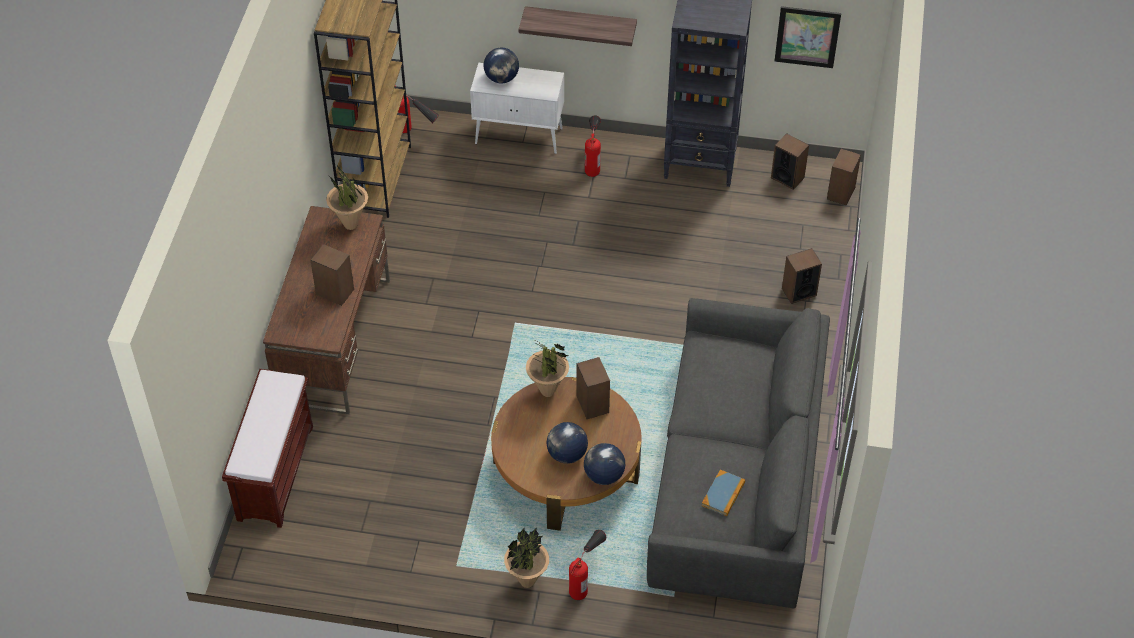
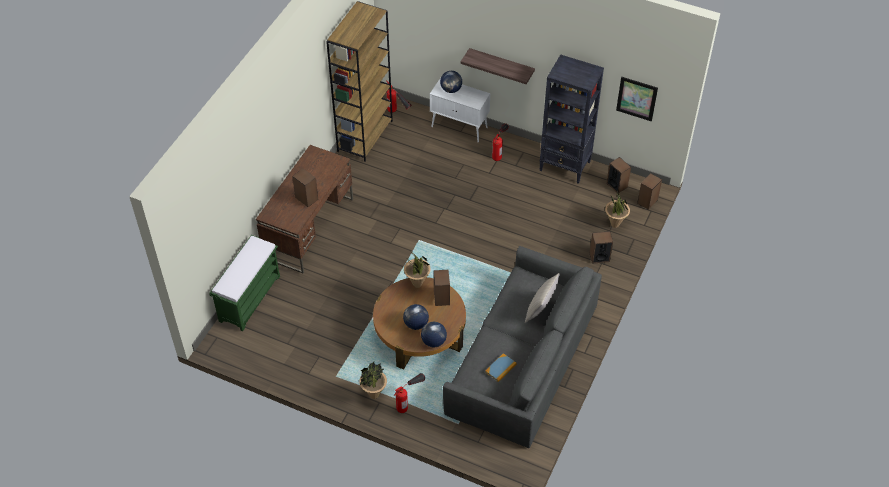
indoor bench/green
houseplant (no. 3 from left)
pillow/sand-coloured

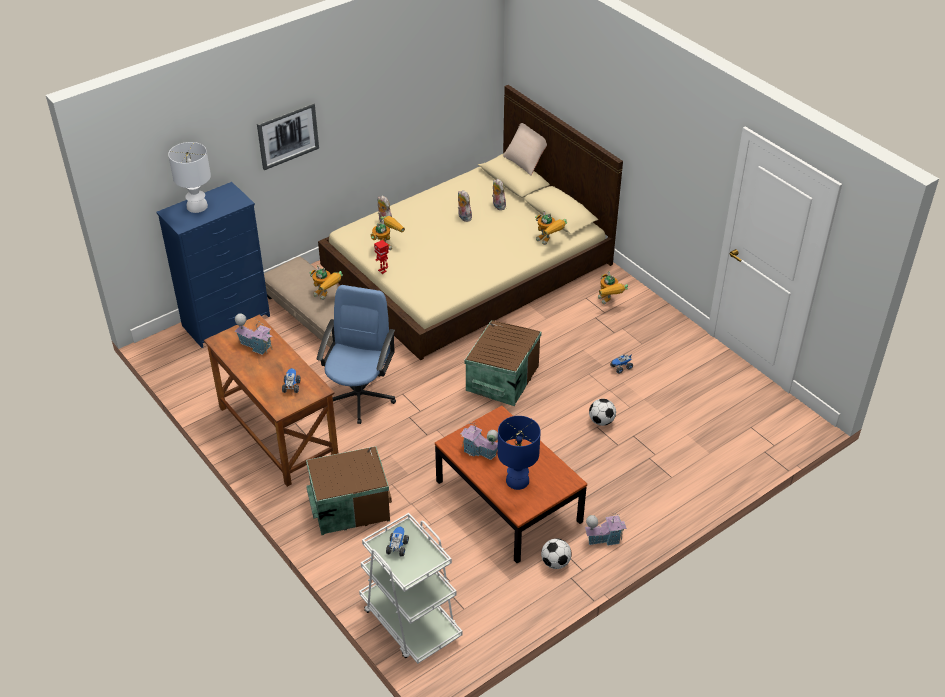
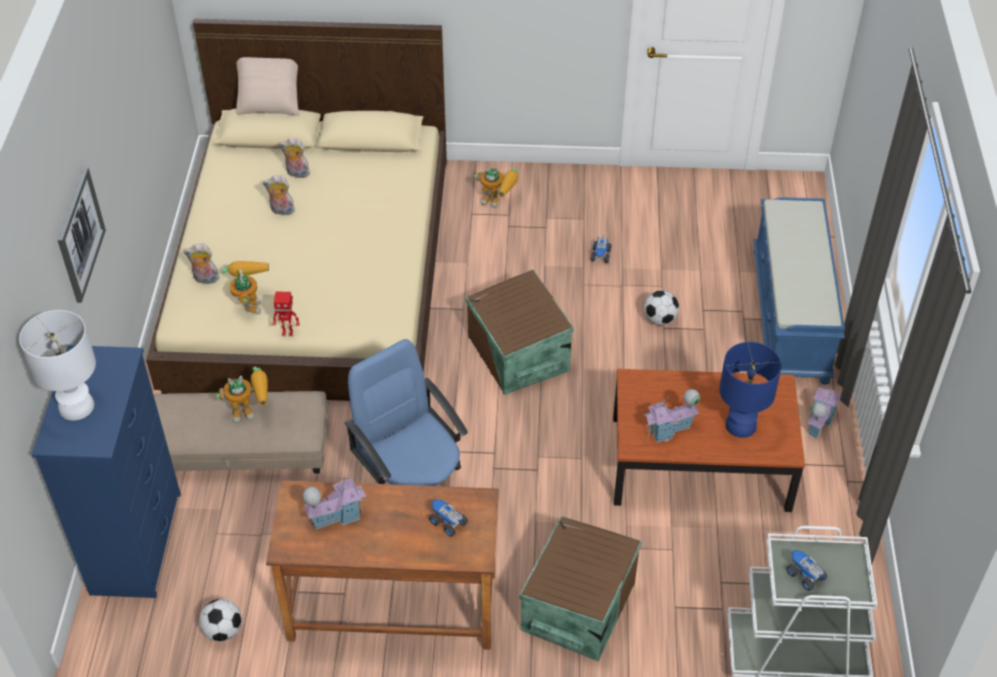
robot figure (no. 4 from left in the first image)
ball for football (no. 1 from left)
indoor bench/blue

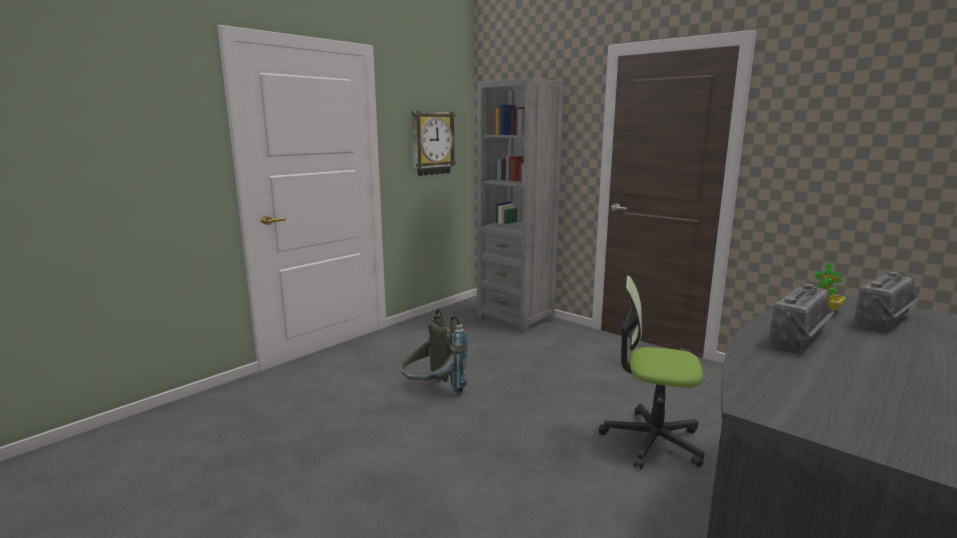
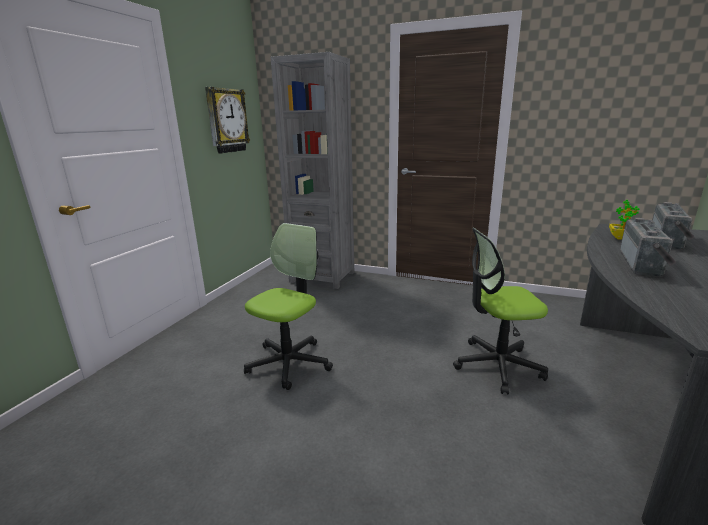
computer chair (no. 1 from left)

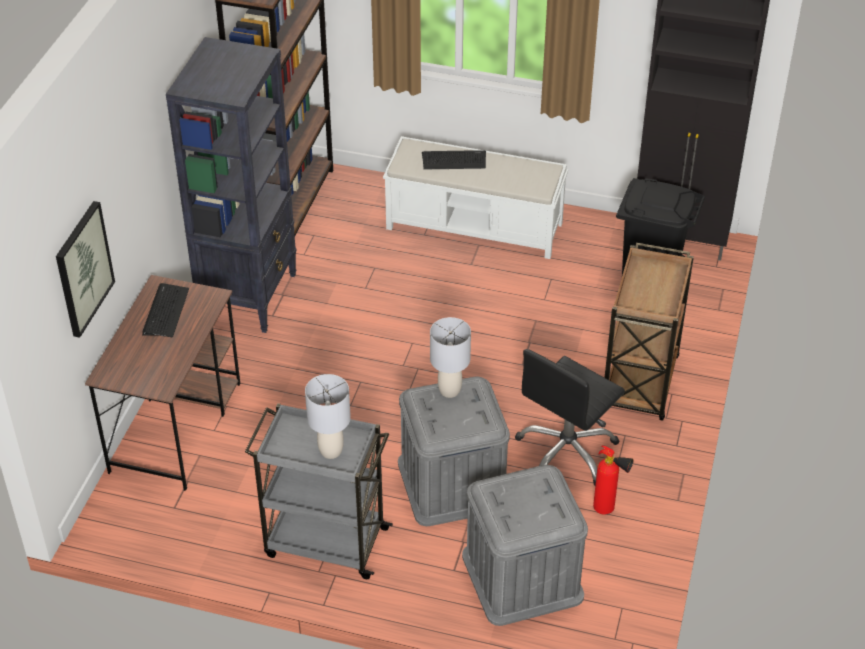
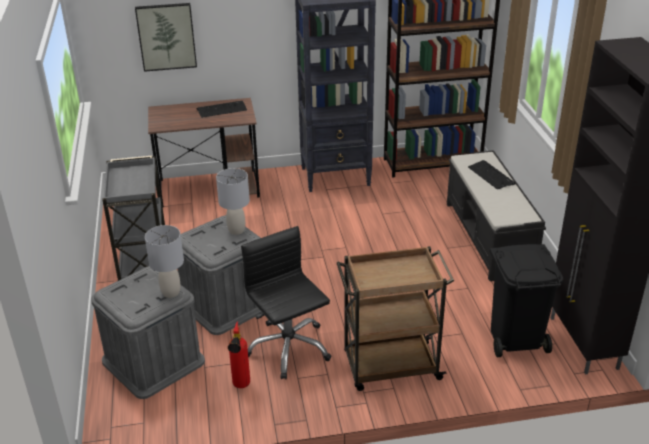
lamp for a table/greyish (no. 1 from left)
indoor bench/black
computer chair/black

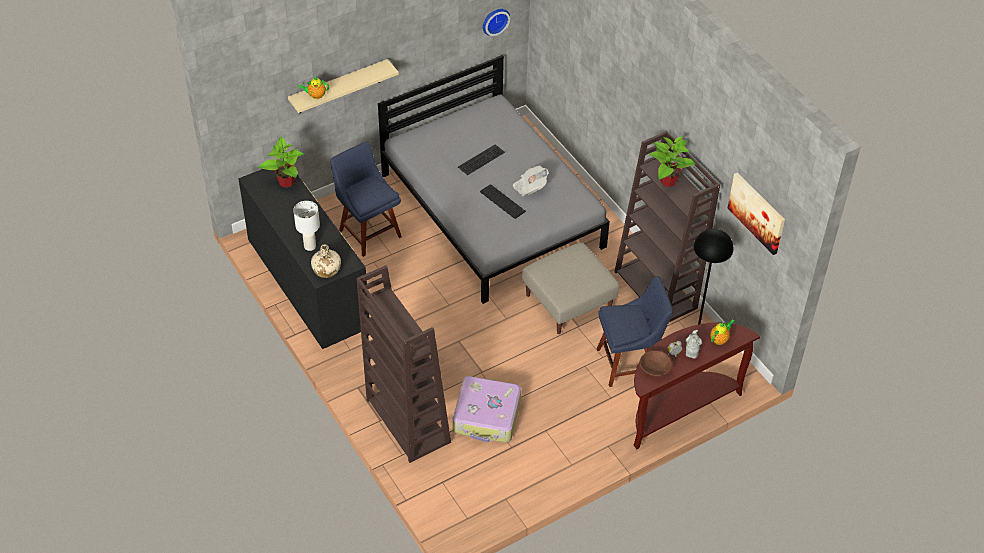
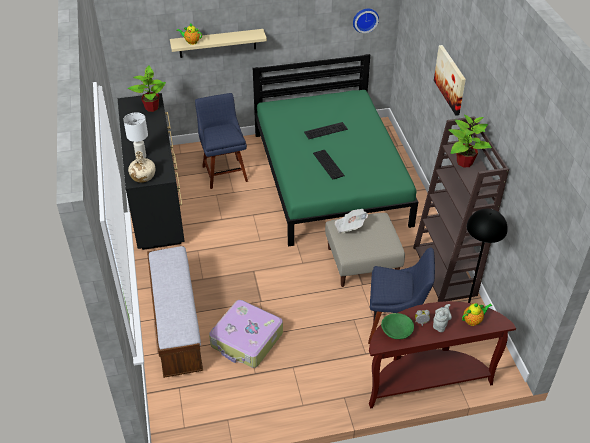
indoor bench
bedroom bed/green
newspaper
serving bowl/green
picture

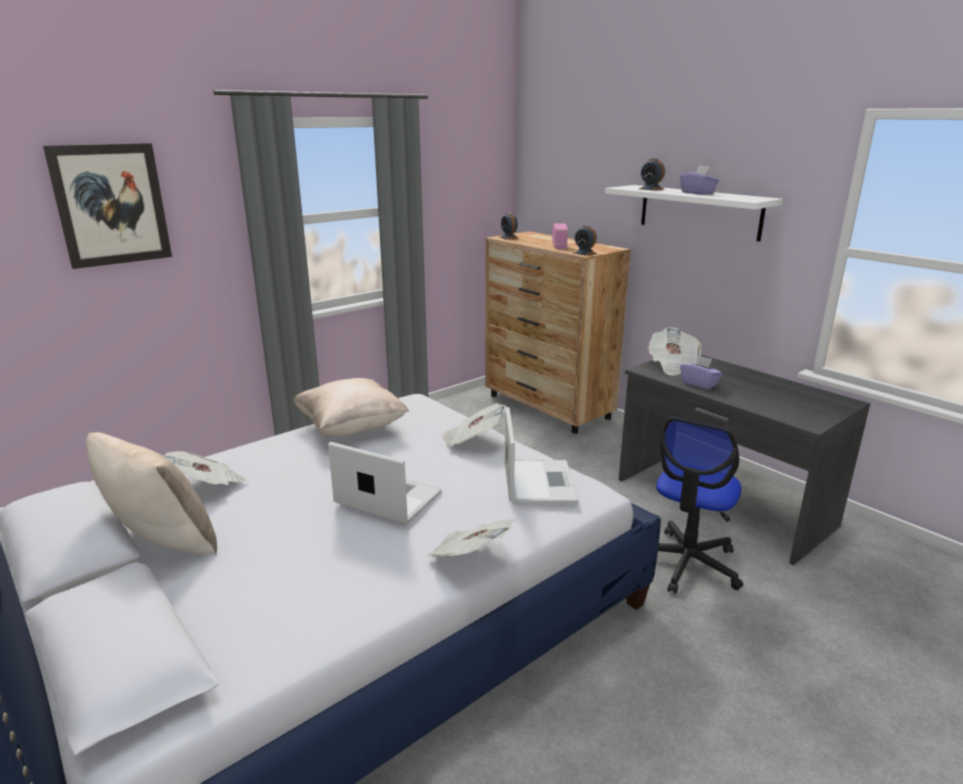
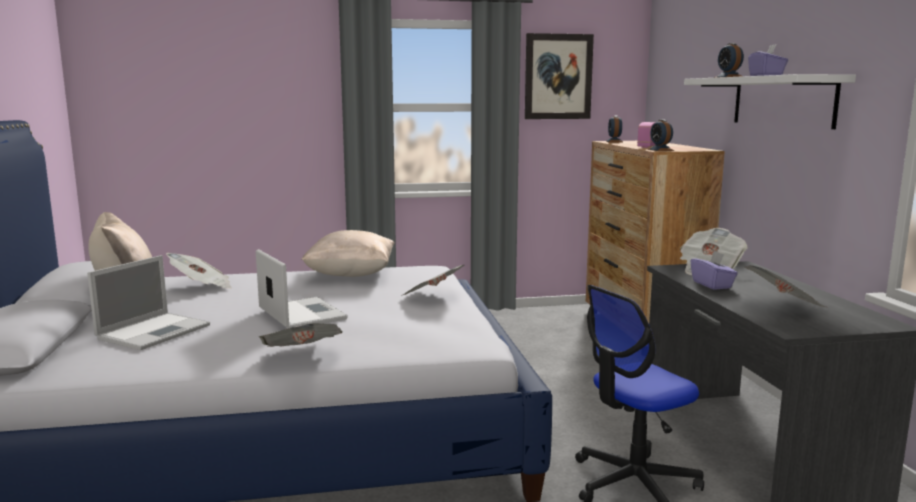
picture
portable computer (no. 1 from left)
newspaper (no. 5 from left)

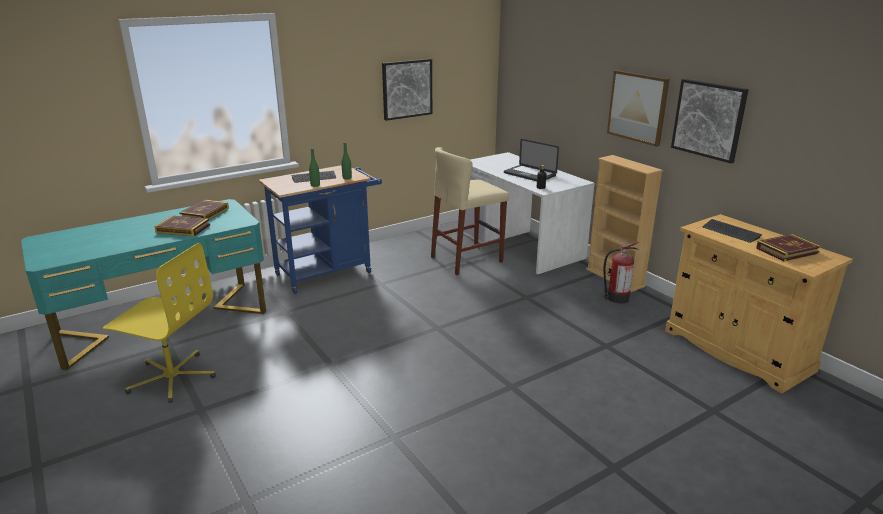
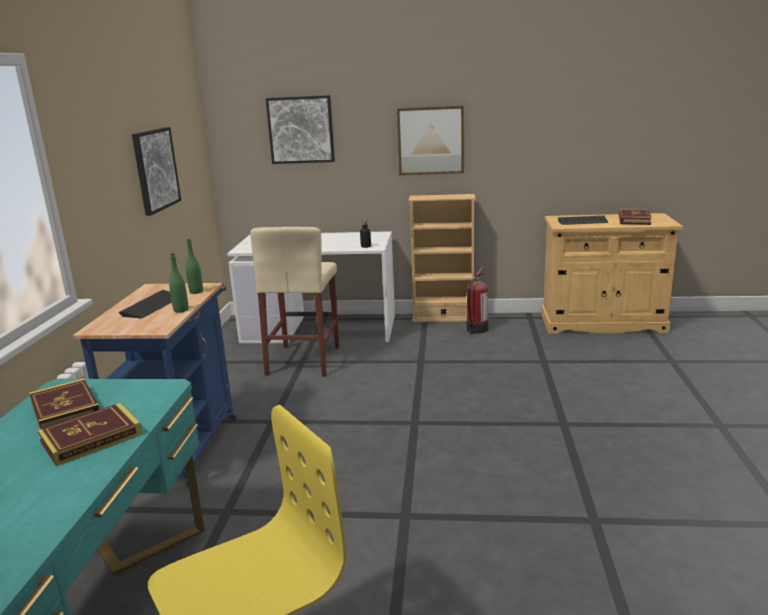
portable computer
picture (no. 2 from left)

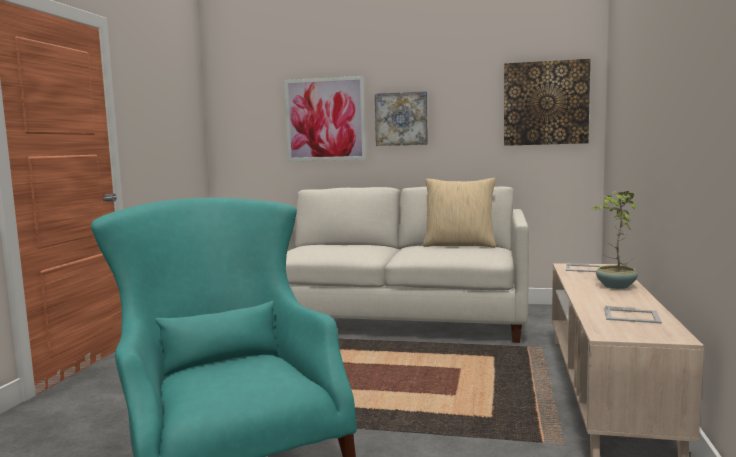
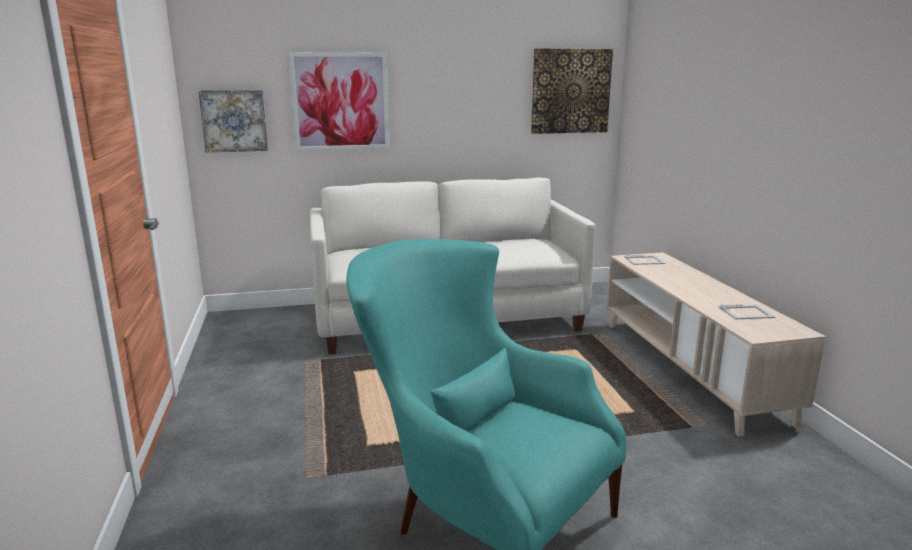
picture (no. 1 from left)
pillow/sand-coloured
houseplant

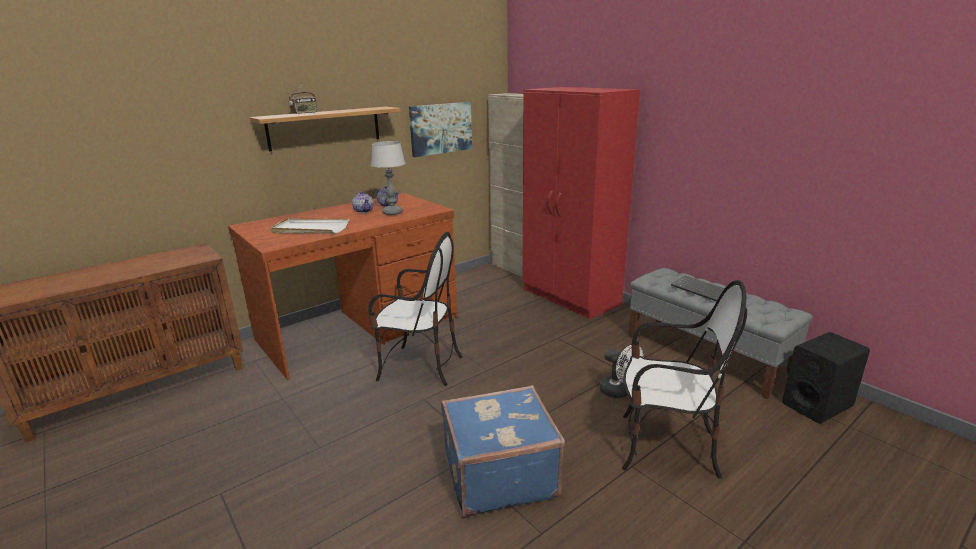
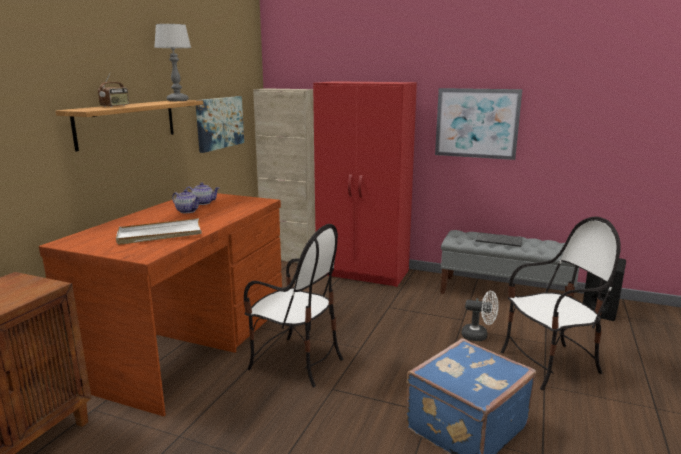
chair (no. 1 from left)
lamp for a table
picture (no. 2 from left)

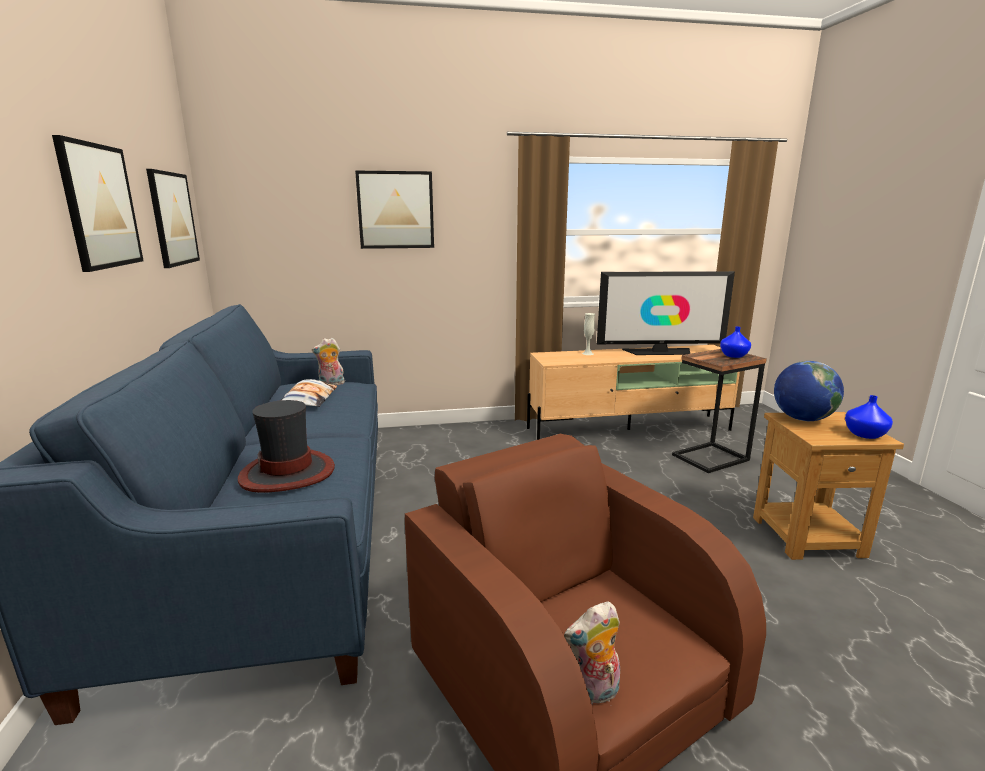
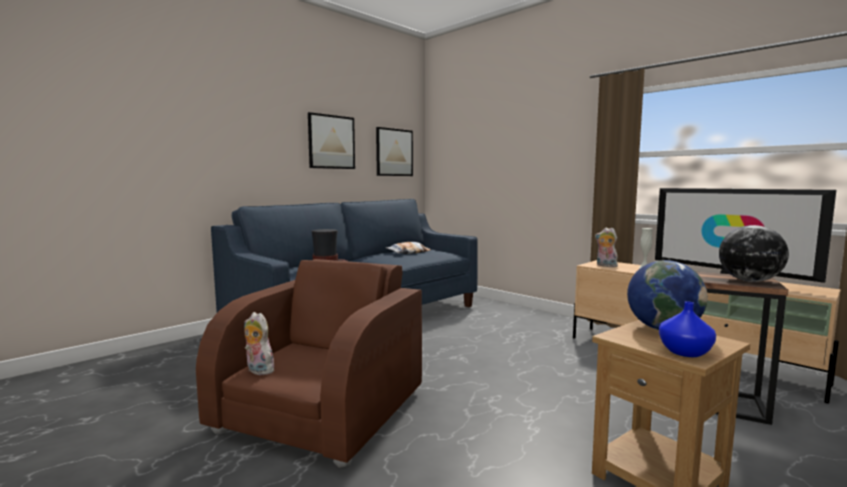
plush toy (no. 2 from left)
picture (no. 3 from left in the first image)
globe (no. 2 from left)

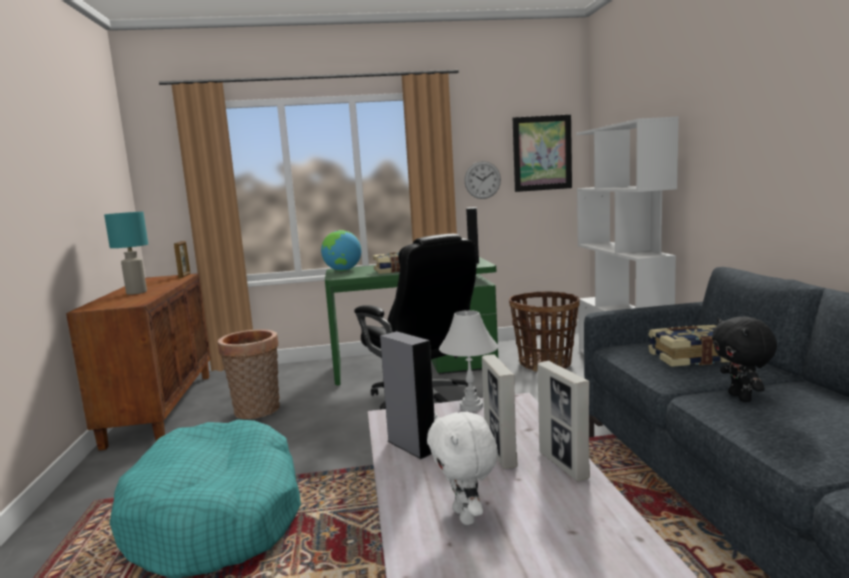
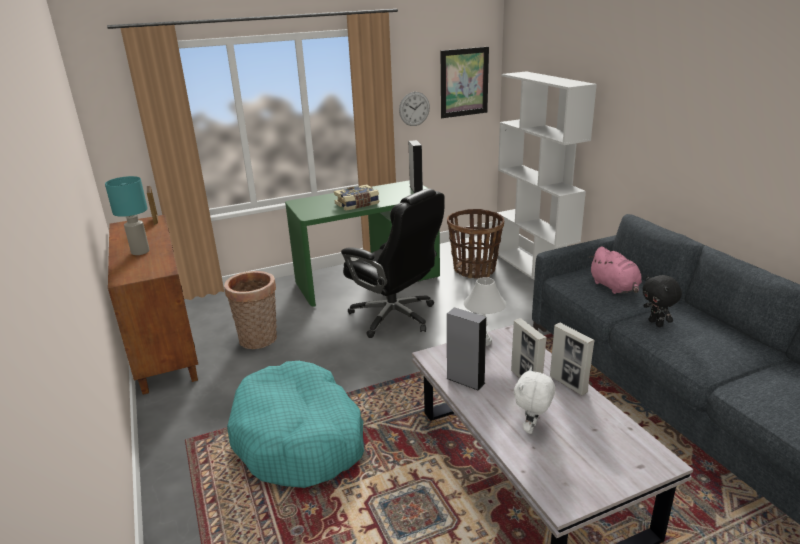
globe
plush toy/white-coloured
plush toy/pink-coloured

